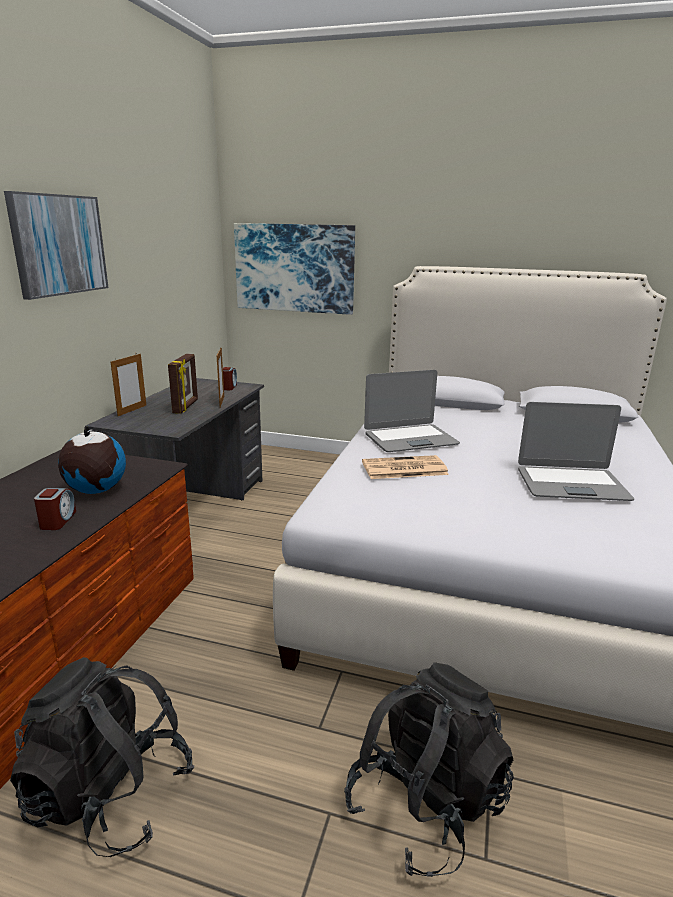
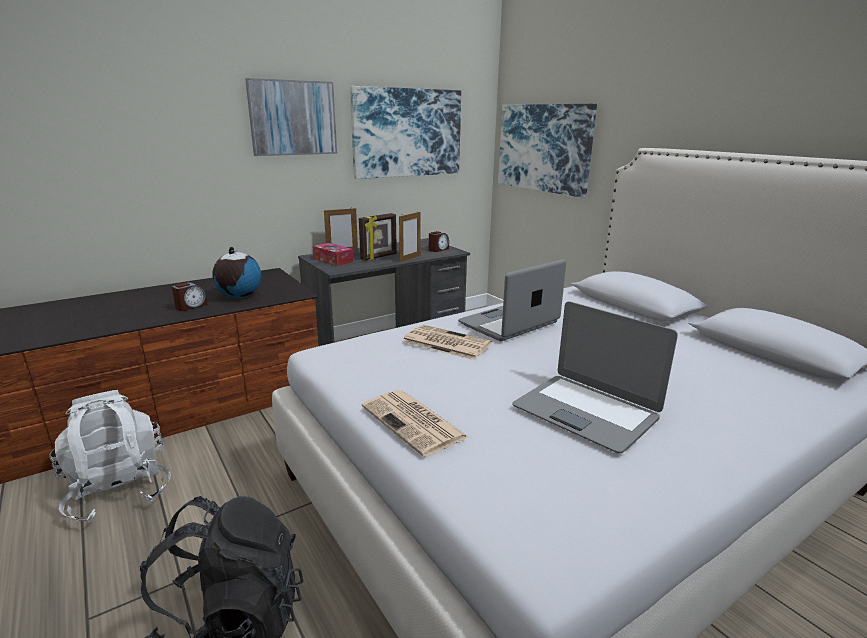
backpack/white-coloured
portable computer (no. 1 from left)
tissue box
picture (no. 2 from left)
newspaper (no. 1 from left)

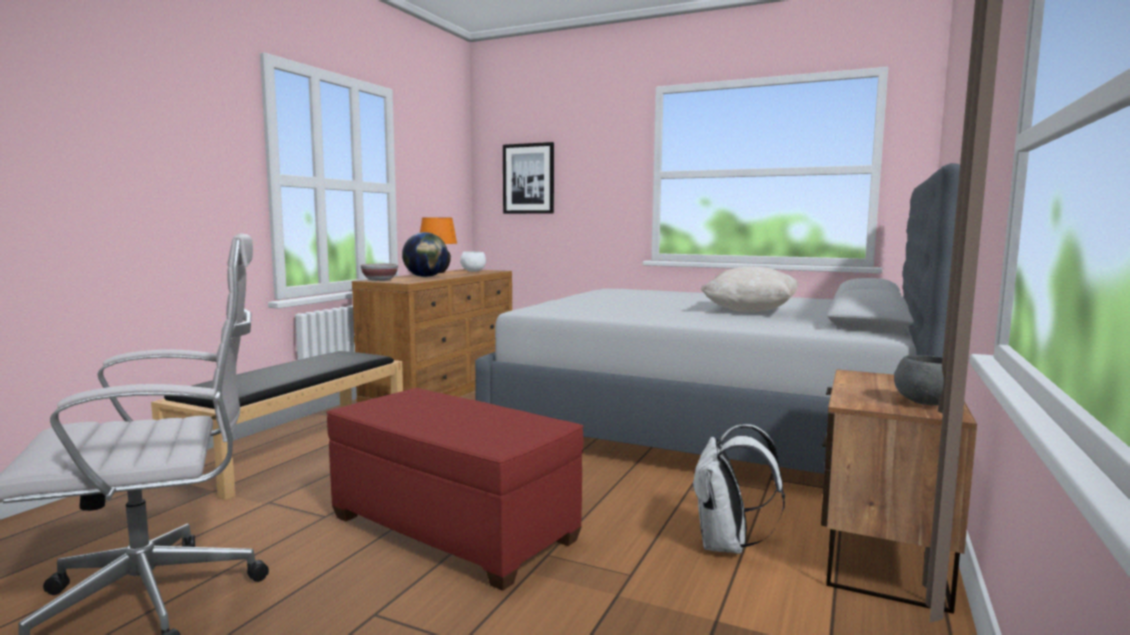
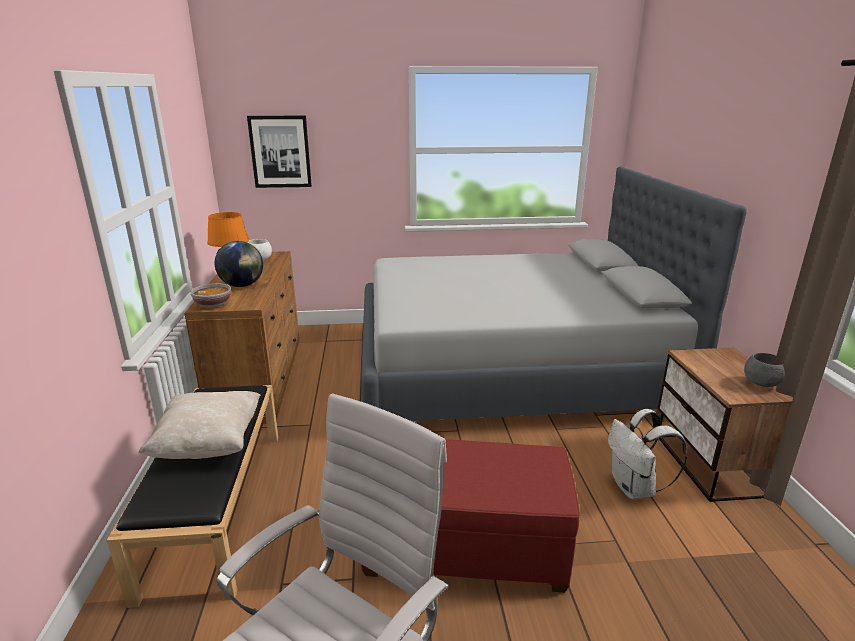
pillow/sand-coloured

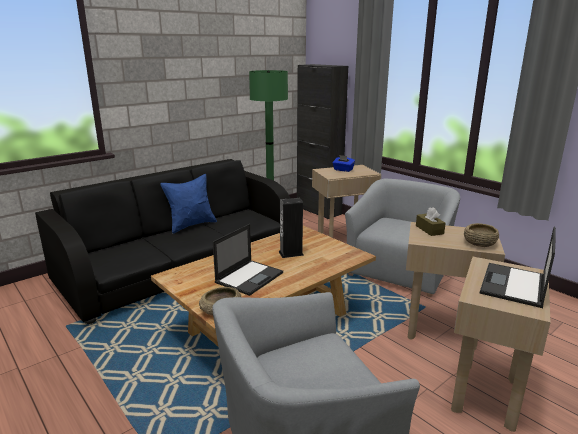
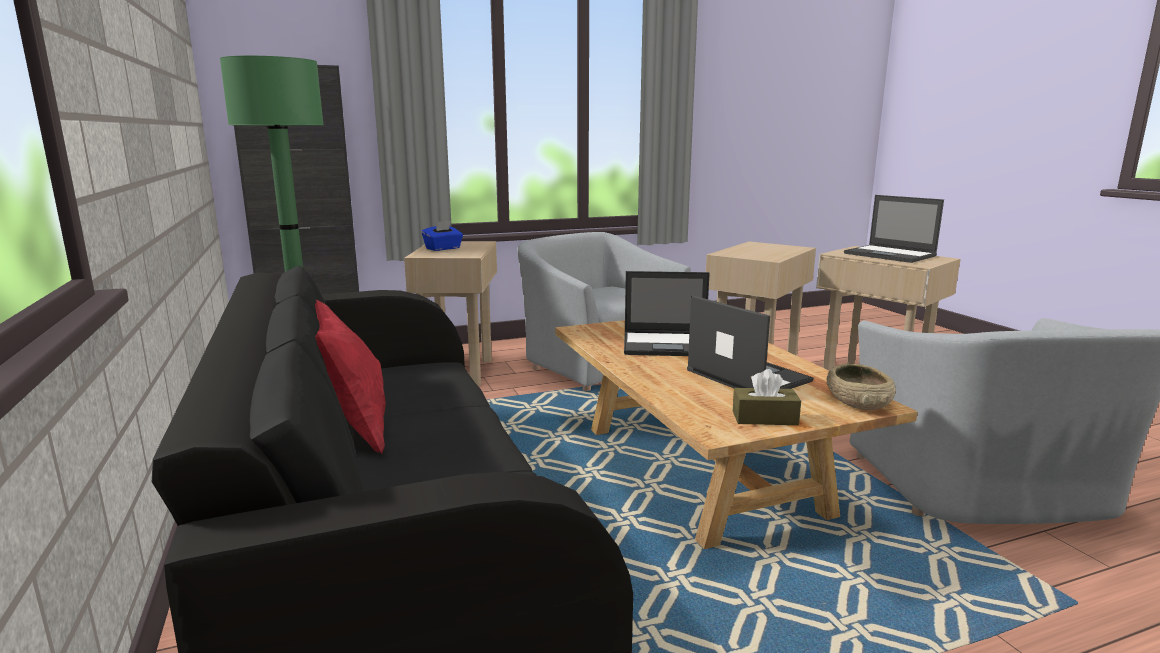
pillow/reddish
portable computer (no. 1 from left)
tissue box/brown-coloured
serving bowl/sand-coloured (no. 2 from left in the first image)

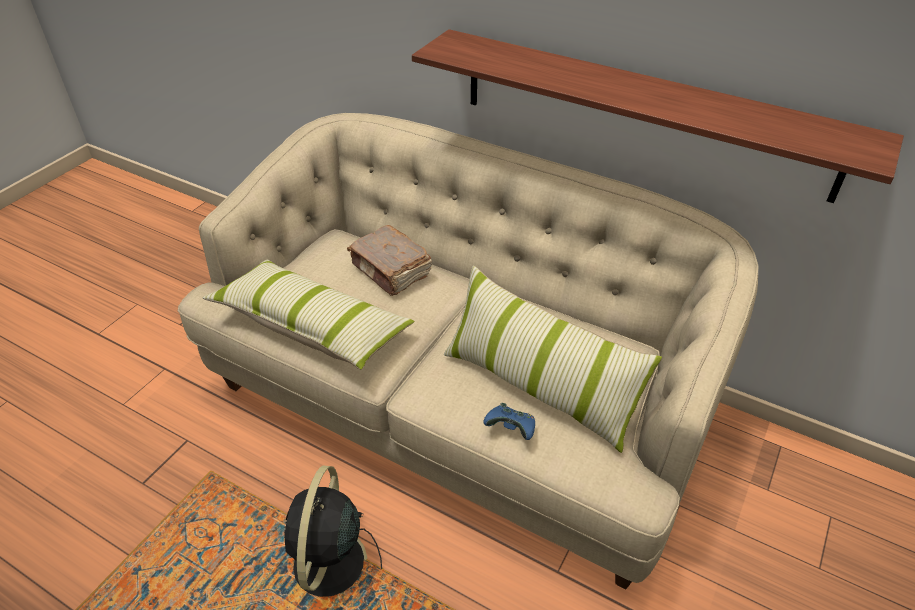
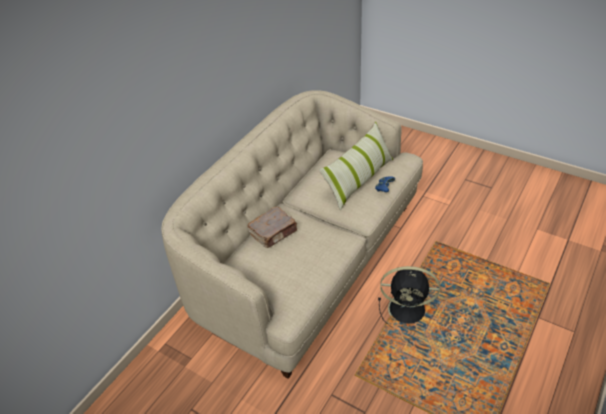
pillow (no. 1 from left in the first image)
shelf

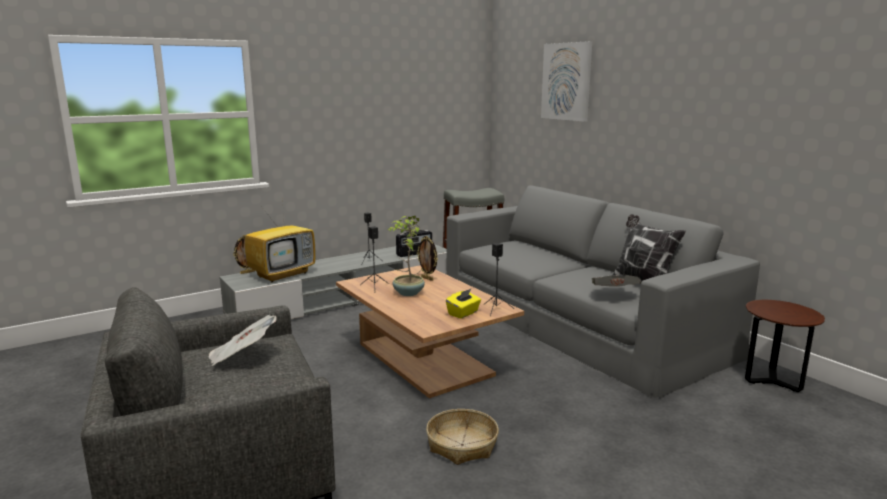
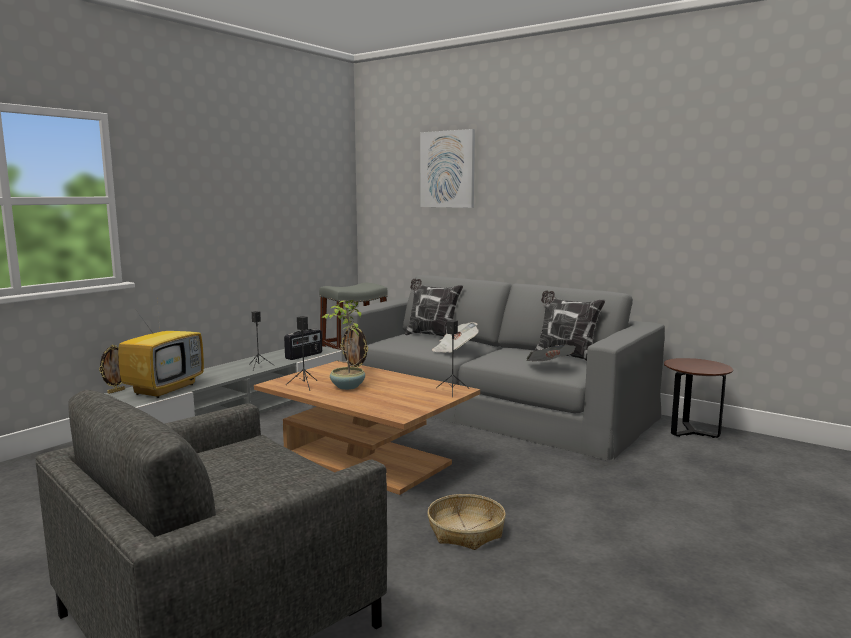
newspaper (no. 1 from left)
tissue box/yellow
pillow (no. 1 from left)

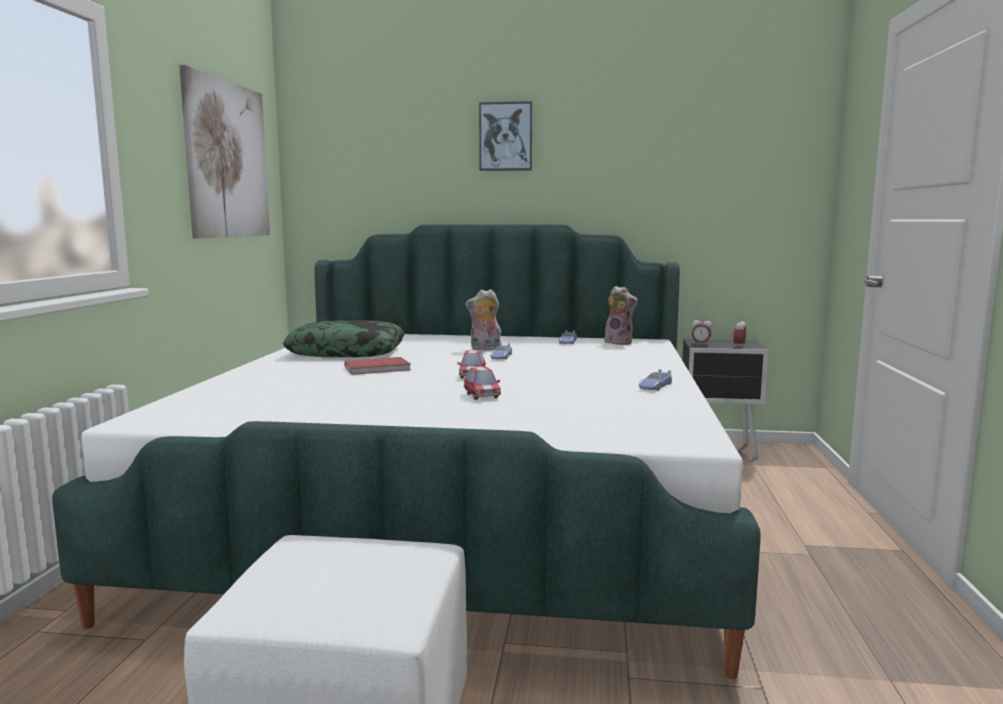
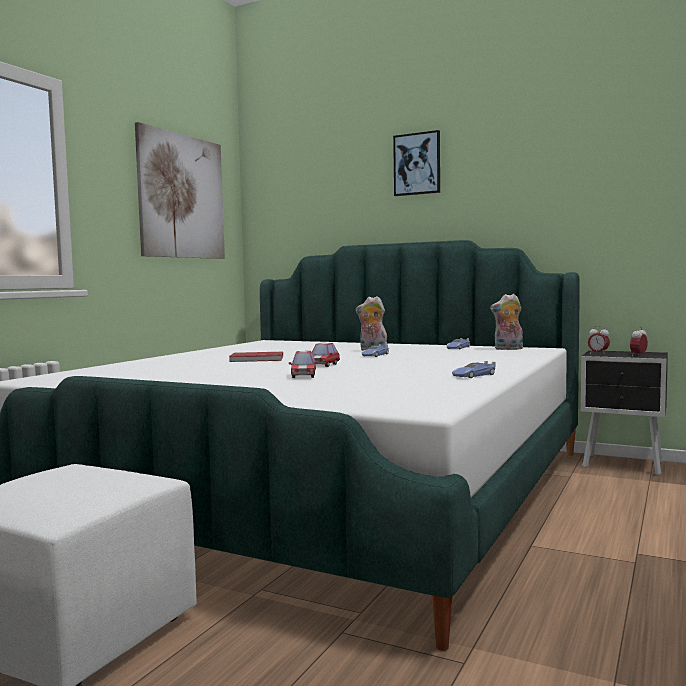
pillow
plush toy (no. 2 from left)

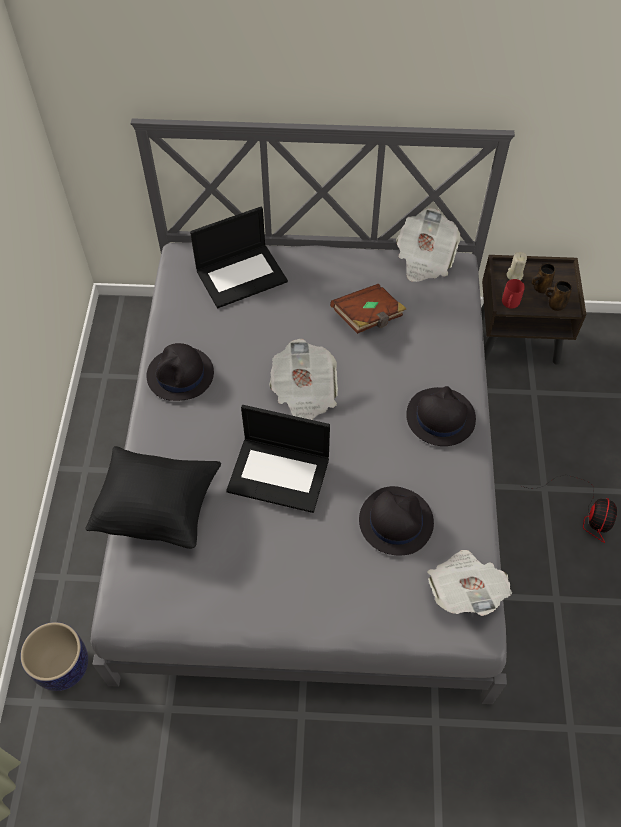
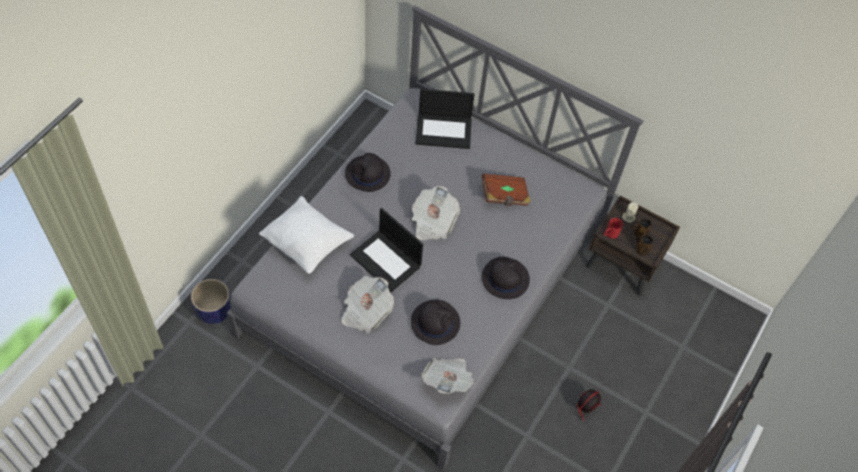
pillow/white-coloured
newspaper (no. 1 from left)

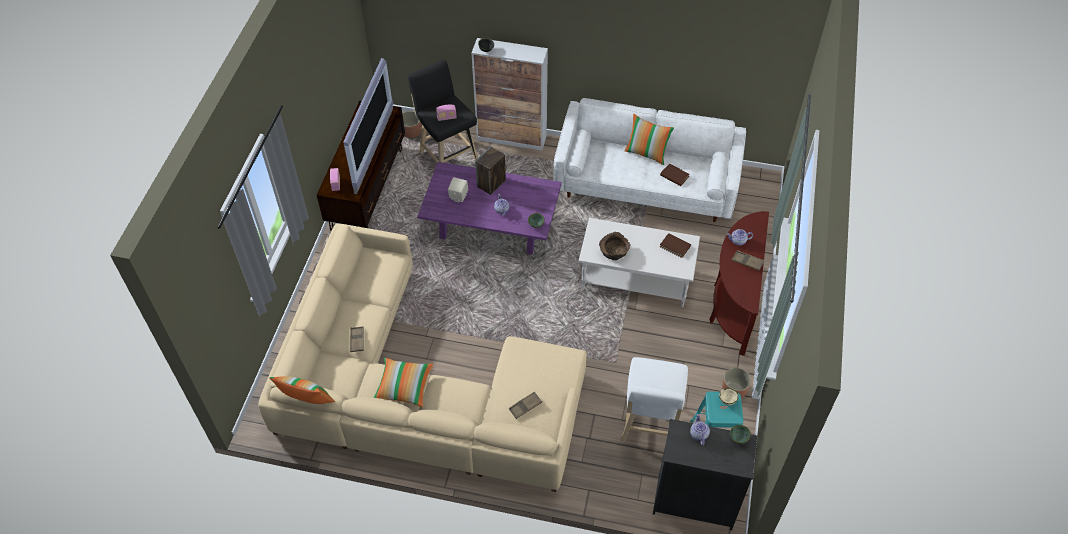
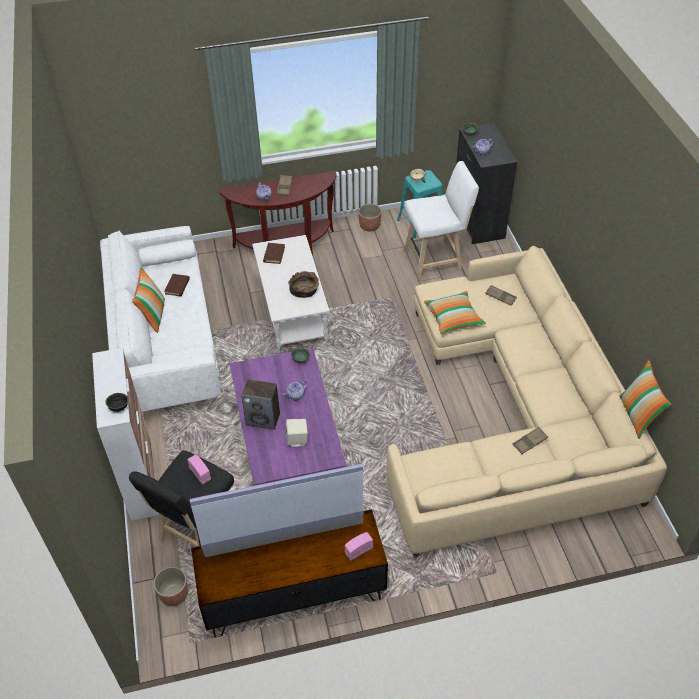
pillow (no. 2 from left)

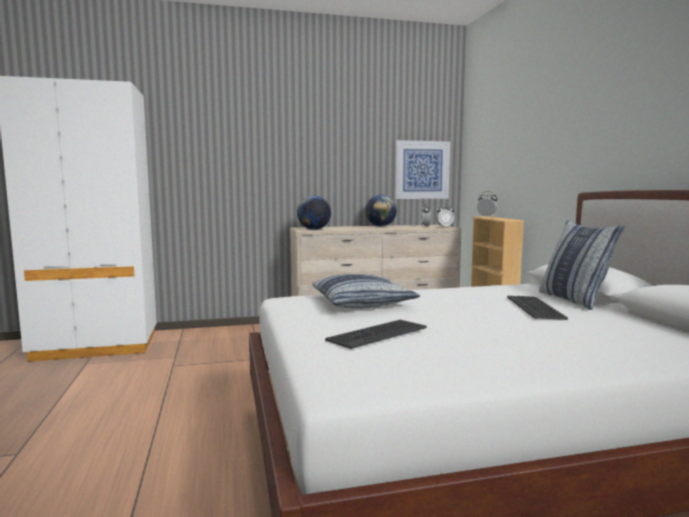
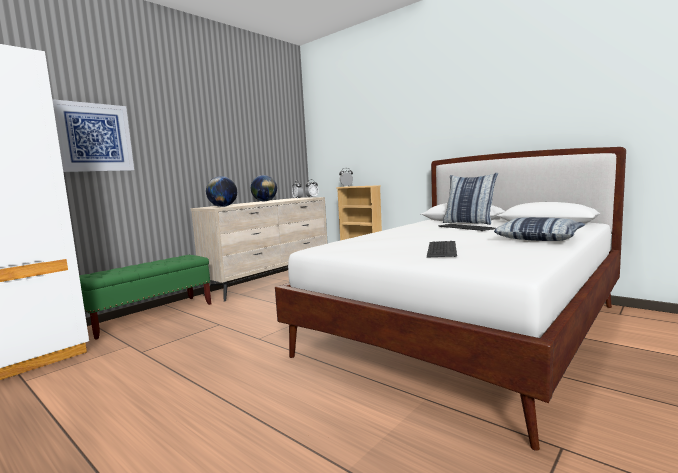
pillow (no. 2 from left)
picture
indoor bench/green

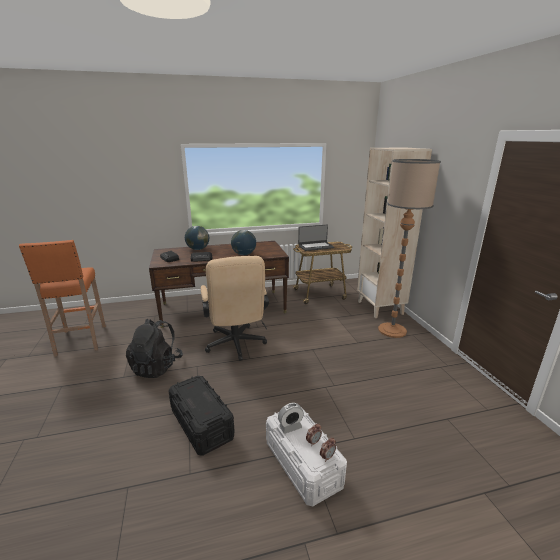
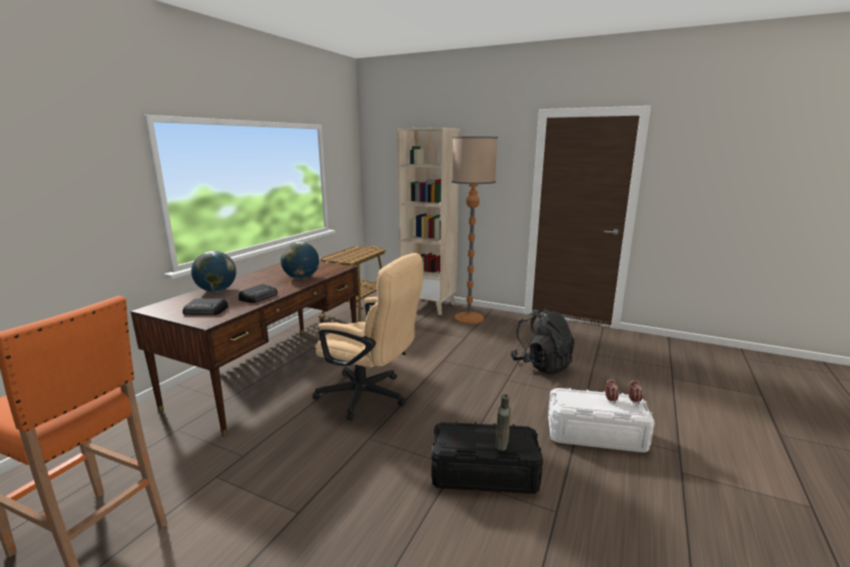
backpack/black
bedside clock (no. 1 from left in the first image)
portable computer
beverage bottle/brown-coloured

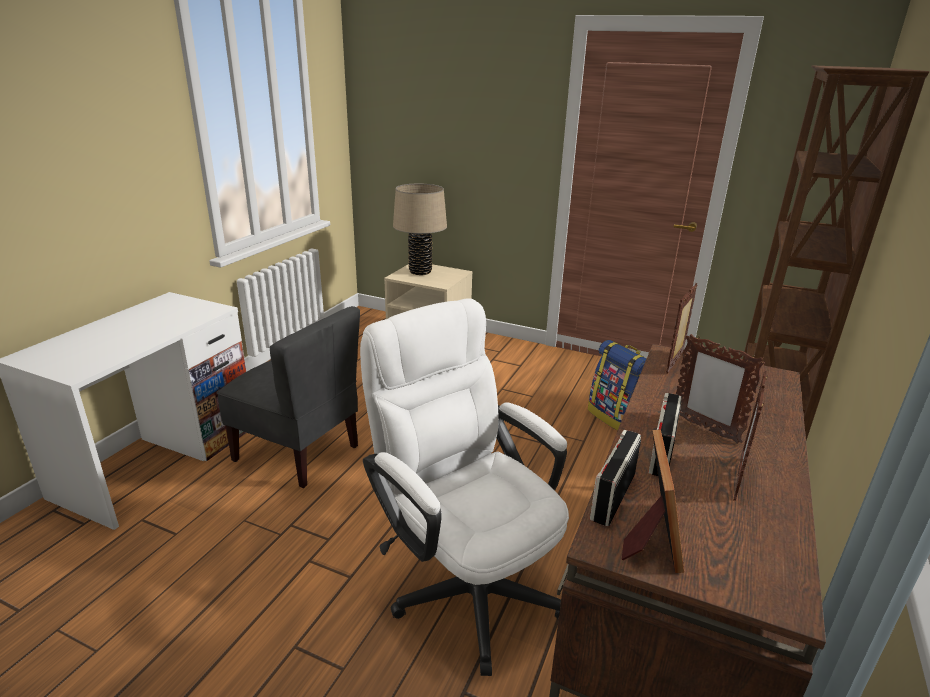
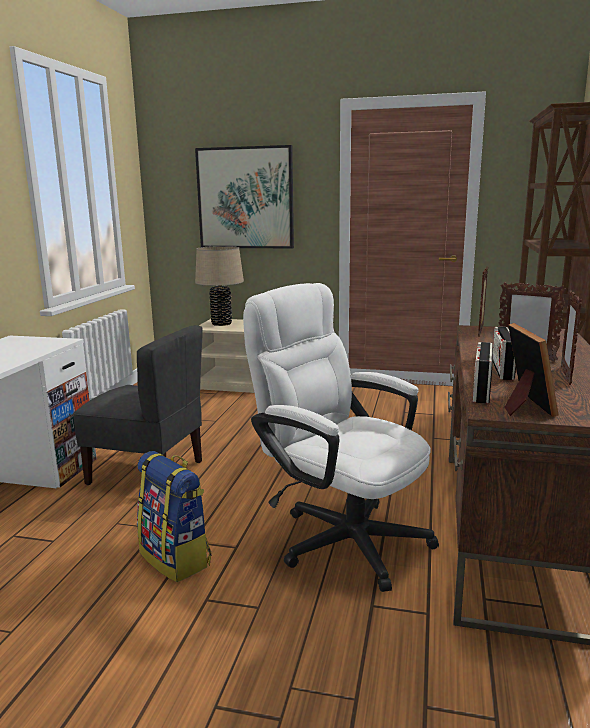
backpack
picture

